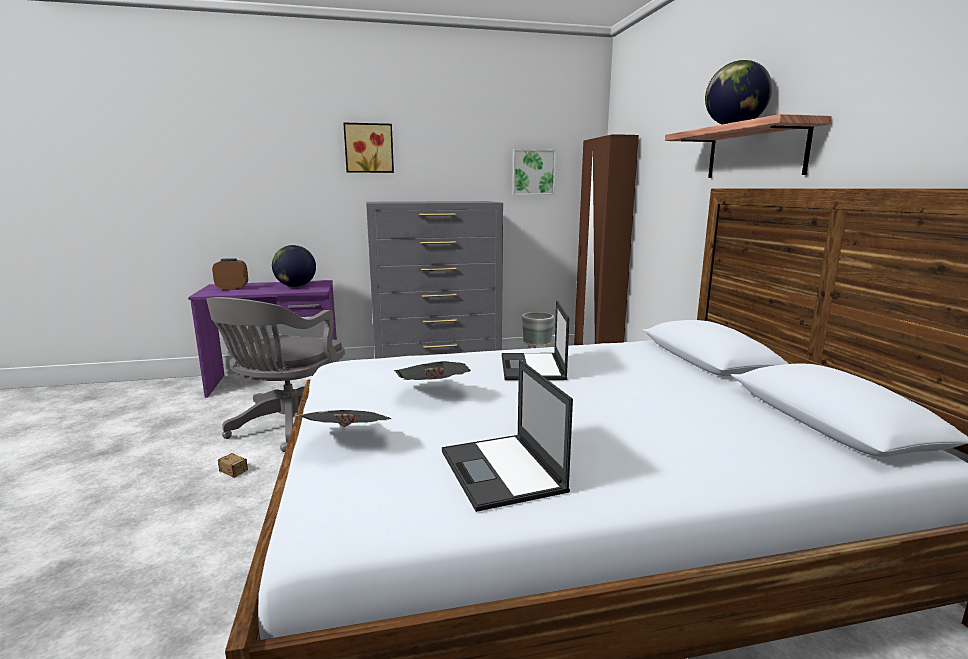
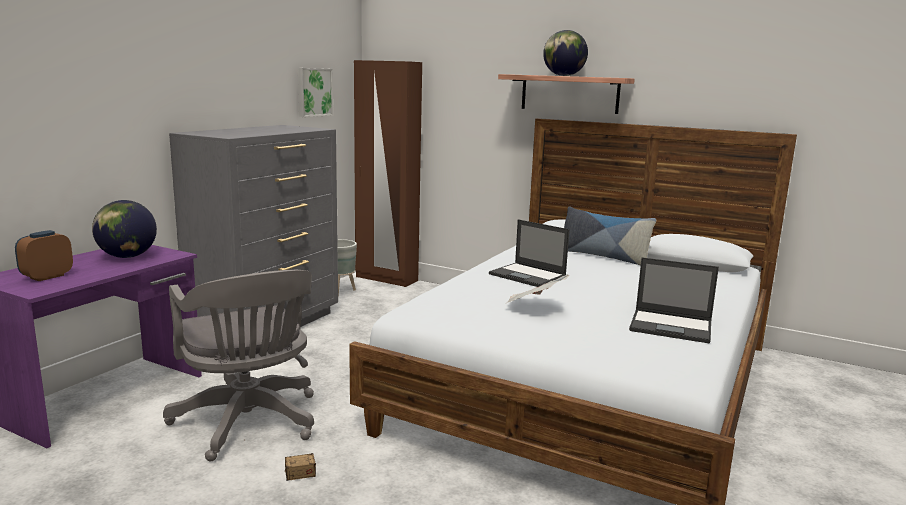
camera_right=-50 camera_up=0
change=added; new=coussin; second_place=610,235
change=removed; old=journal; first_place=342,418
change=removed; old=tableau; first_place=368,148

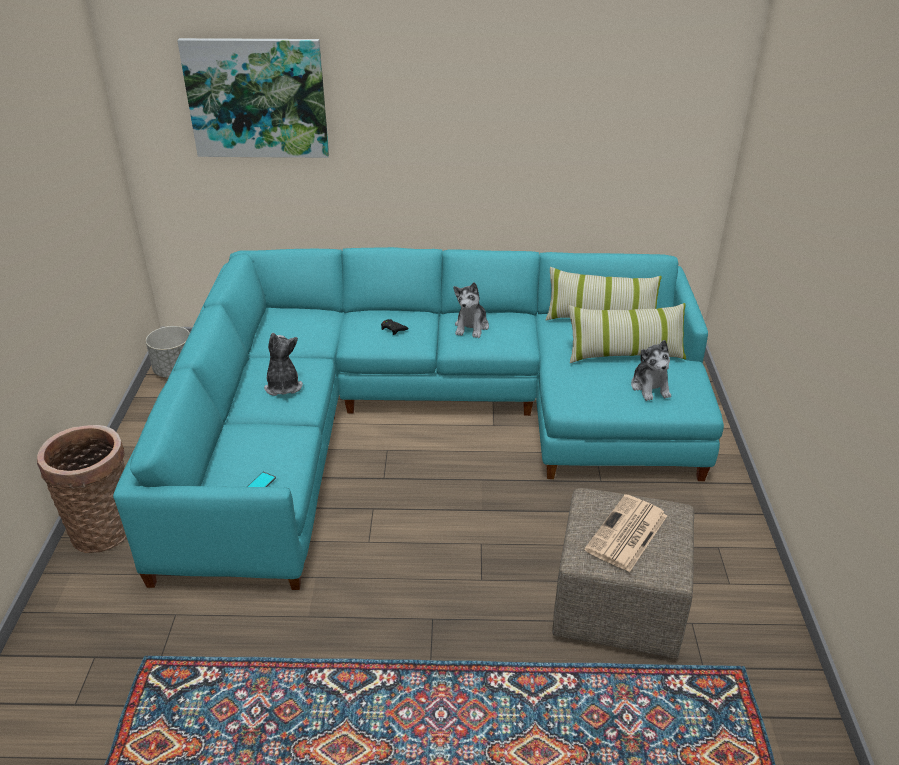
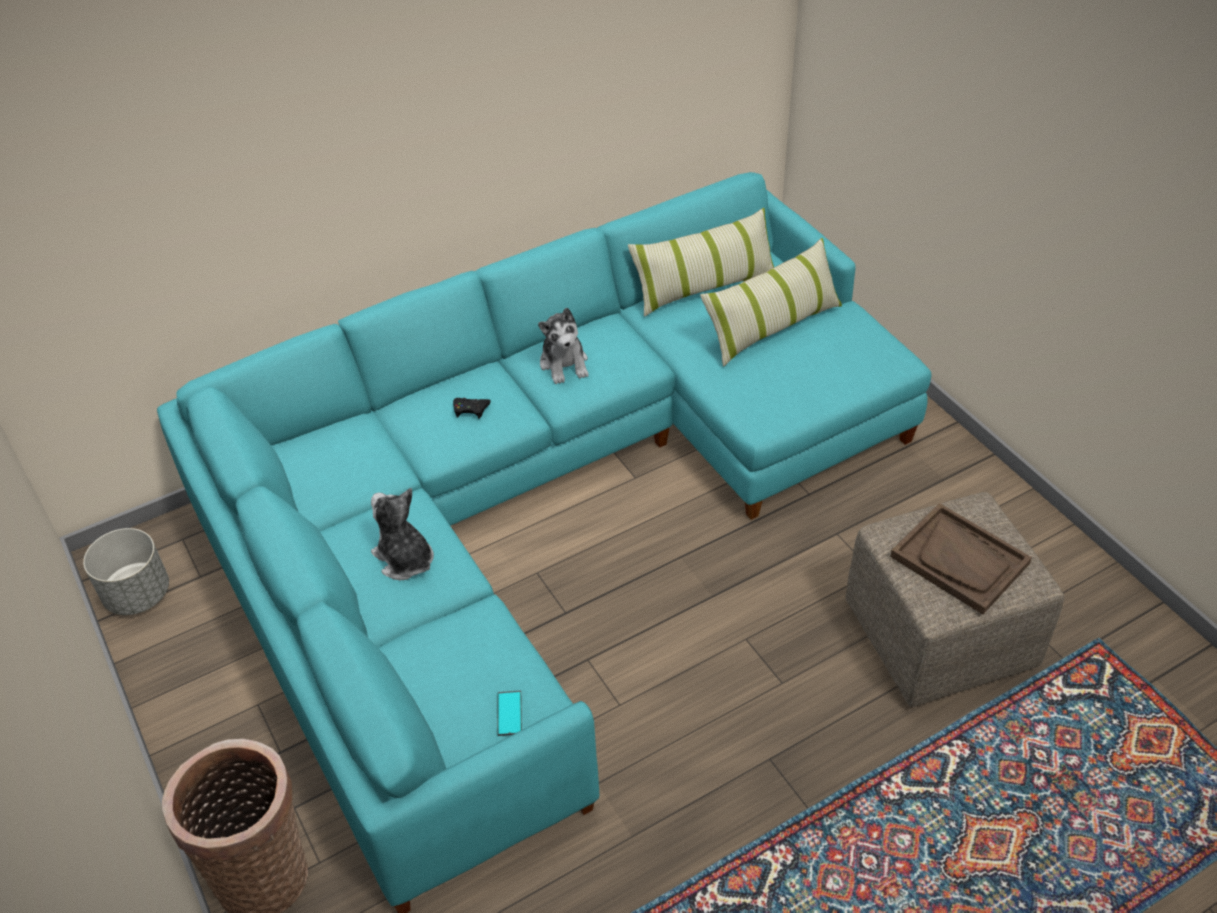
camera_right=-30 camera_up=10
change=replaced; old=journal; new=plateau (marron); first_place=625,533; second_place=961,559
change=removed; old=tableau; first_place=253,98
change=removed; old=peluche; first_place=651,370

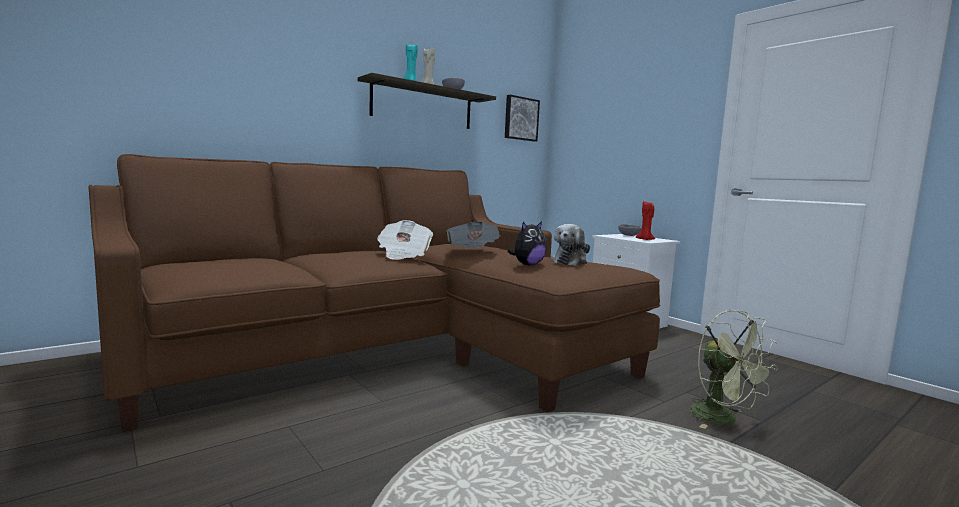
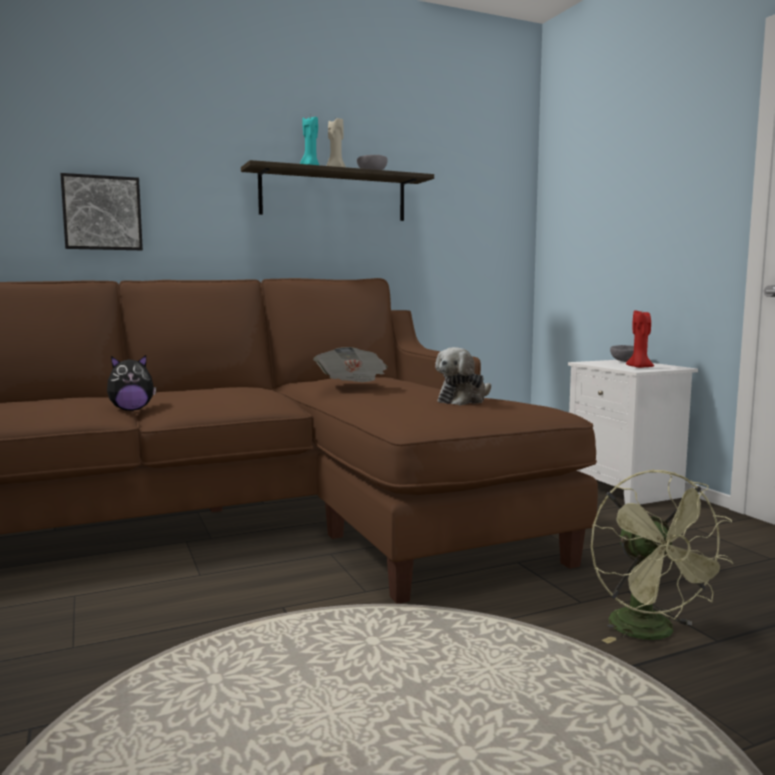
camera_right=15 camera_up=0
change=moved; old=tableau; first_place=522,118; second_place=101,211
change=moved; old=peluche; first_place=527,243; second_place=131,383
change=removed; old=journal; first_place=405,240

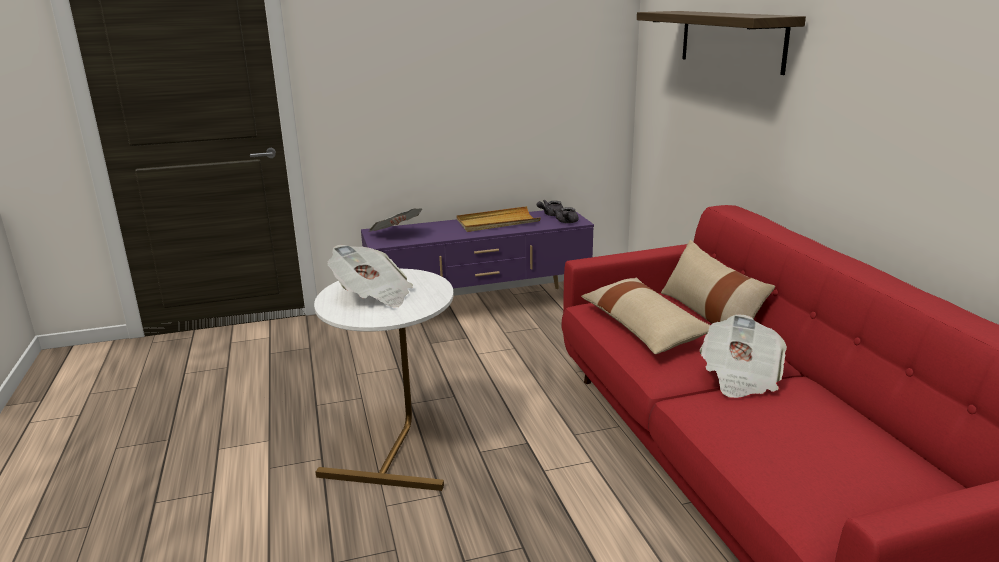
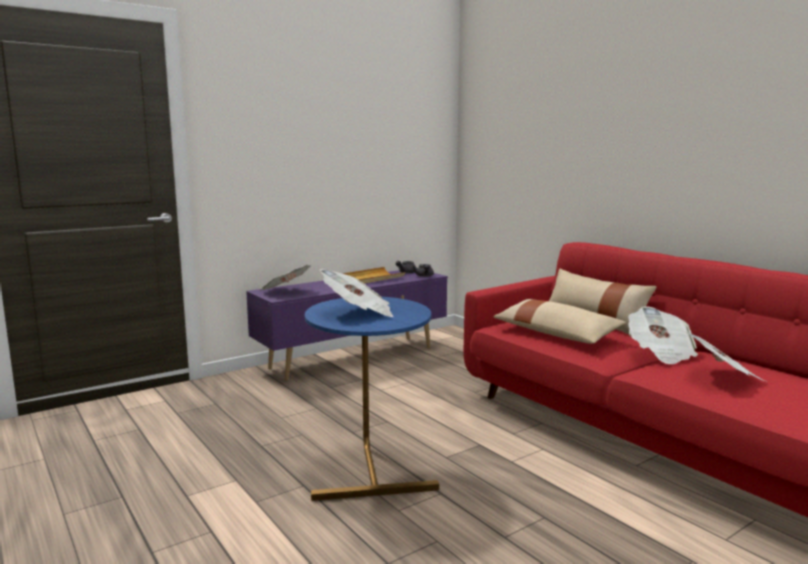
camera_right=-20 camera_up=-10
change=recoloured; old=table d'appoint (blanc); new=table d'appoint (bleu); first_place=384,380; second_place=372,399
change=added; new=journal; second_place=725,356
change=removed; old=étagère; first_place=721,43

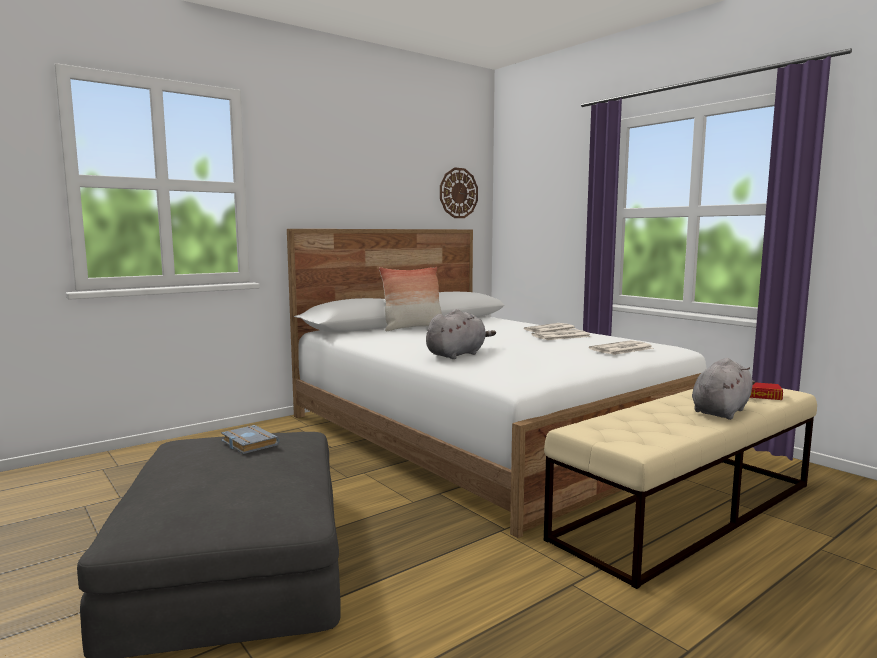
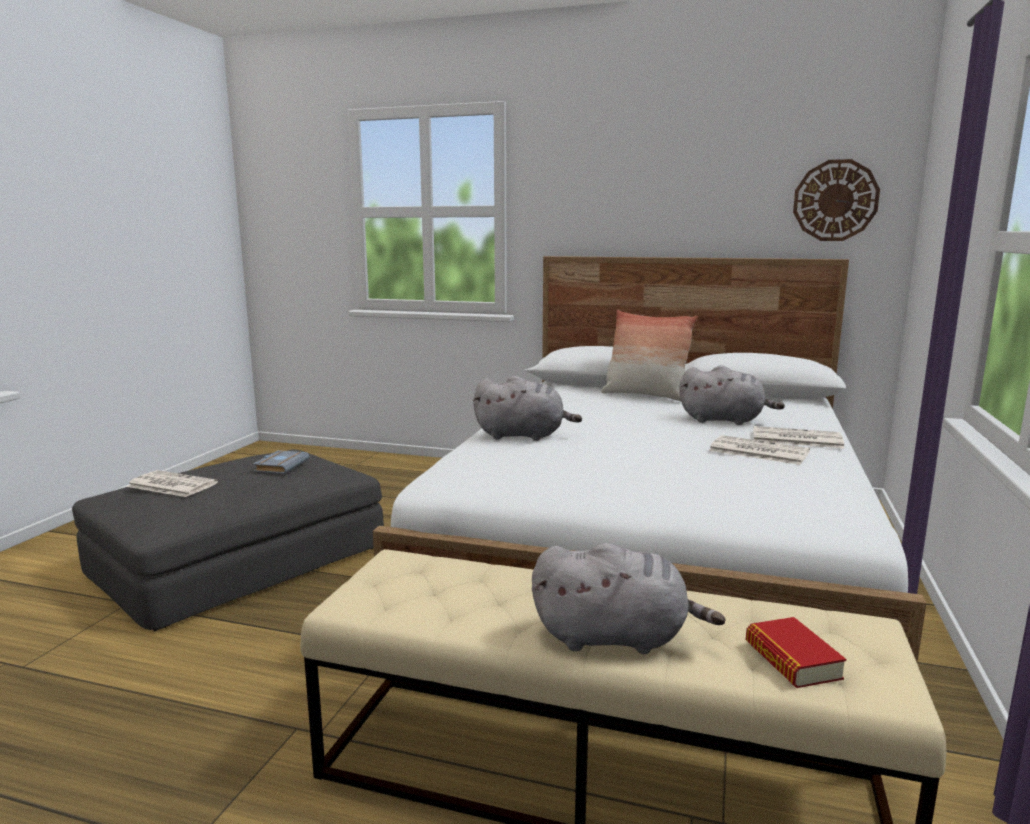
camera_right=55 camera_up=5
change=moved; old=journal; first_place=621,347; second_place=172,483
change=added; new=peluche (gris); second_place=732,395

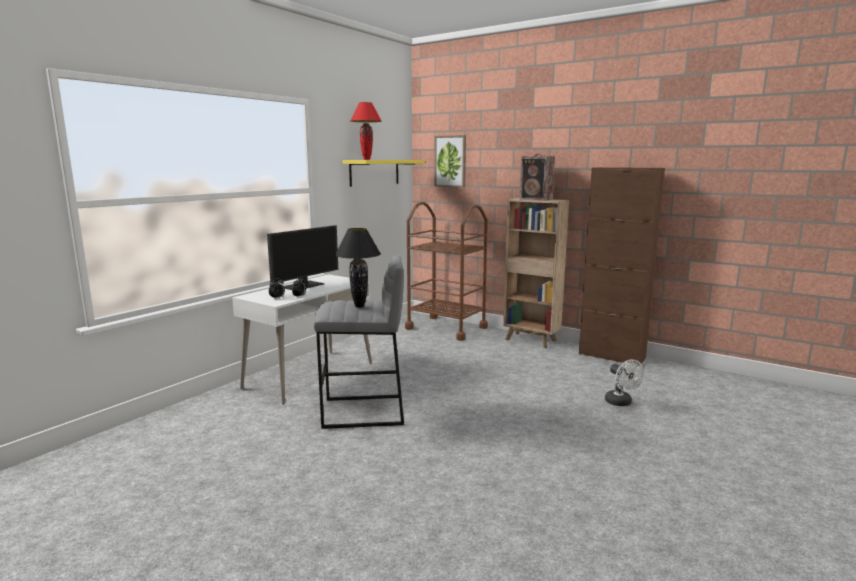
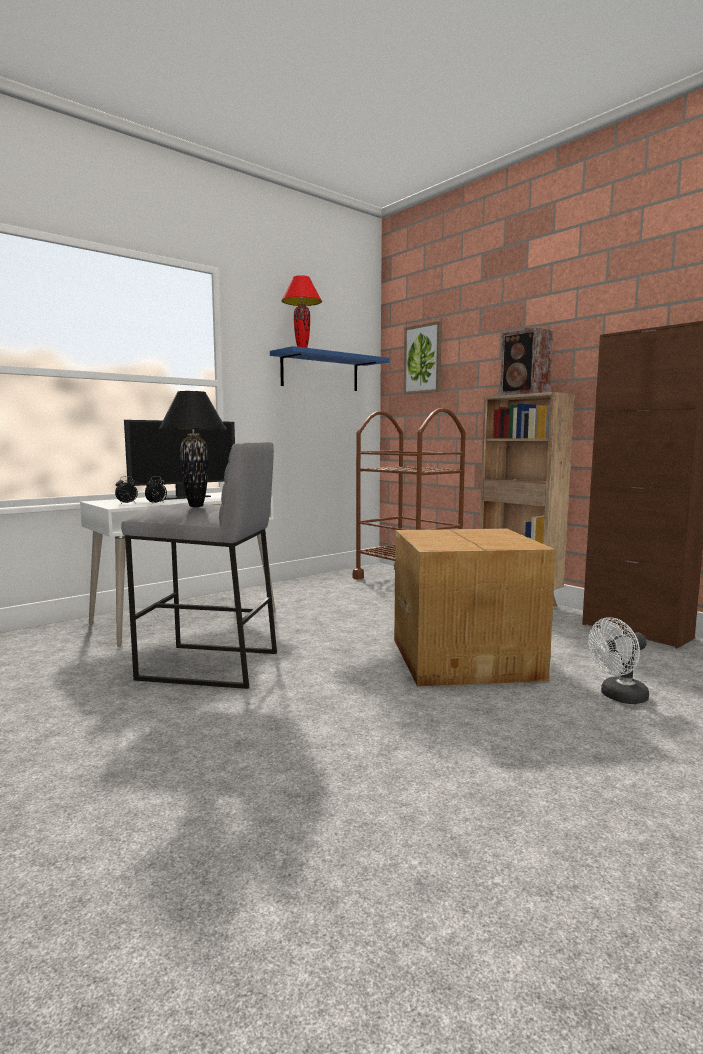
camera_right=15 camera_up=-5
change=recoloured; old=étagère (jaune); new=étagère (bleu); first_place=383,173; second_place=330,368
change=added; new=carton; second_place=475,607
change=turned; old=ventilateur (blanc); first_place=624,382; second_place=618,660; degrees=75

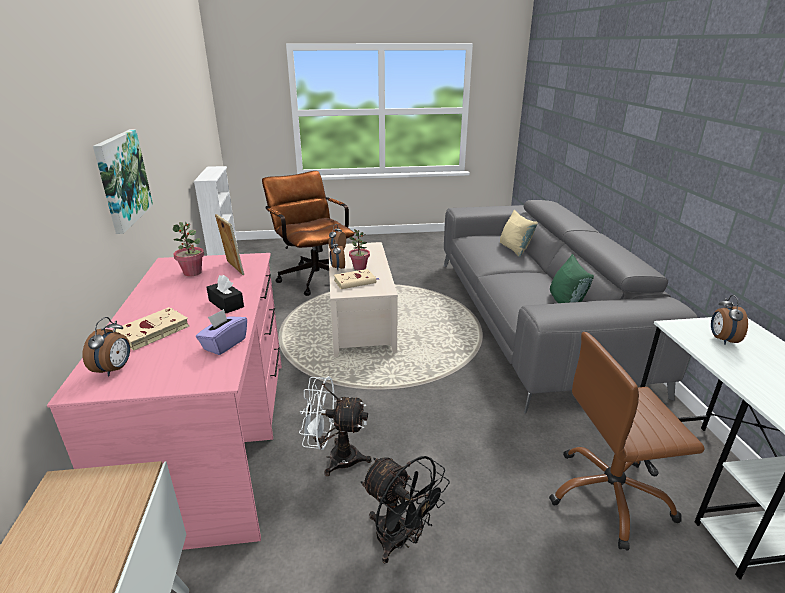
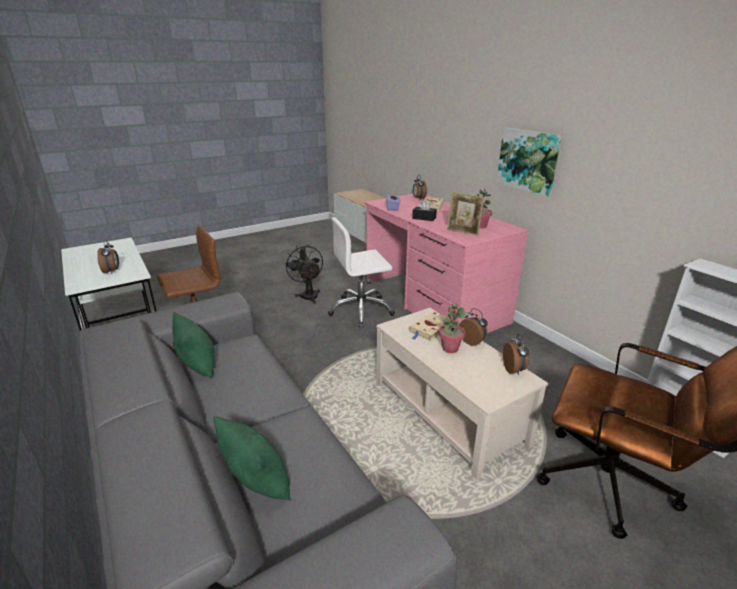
camera_right=155 camera_up=0
change=recoloured; old=coussin (beige); new=coussin (vert); first_place=519,233; second_place=252,458
change=turned; old=ventilateur (noir); first_place=405,509; second_place=303,274; degrees=45
change=replaced; old=ventilateur (blanc); new=chaise de bureau (blanc); first_place=335,426; second_place=361,272

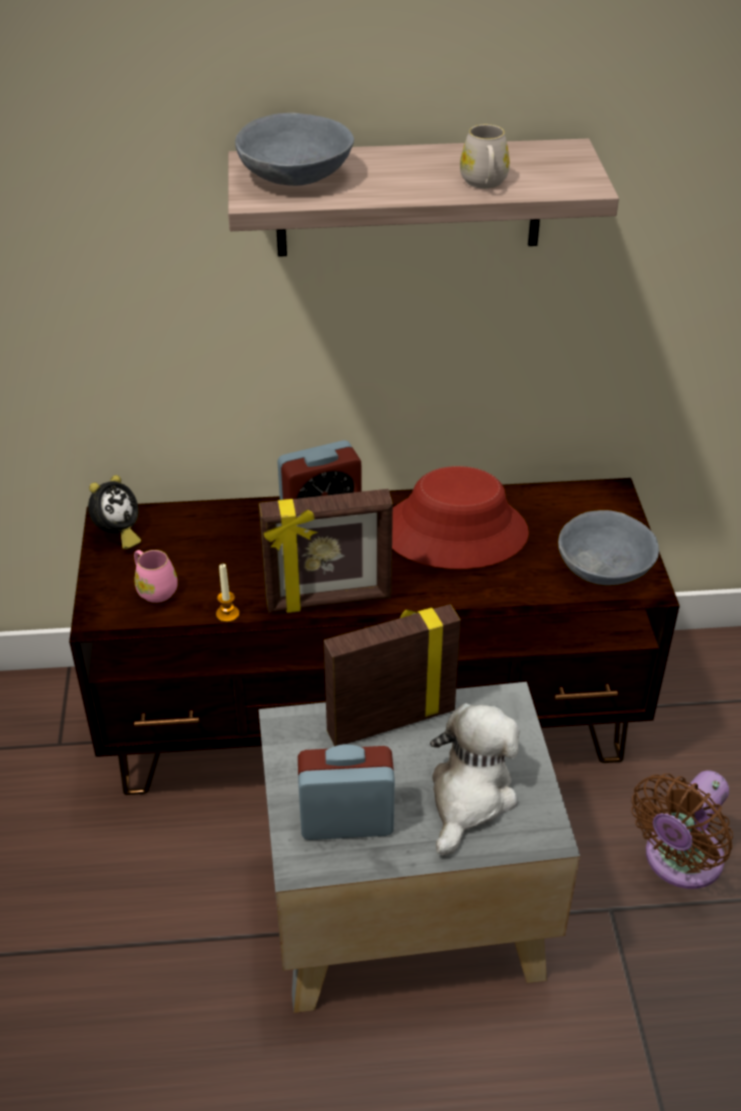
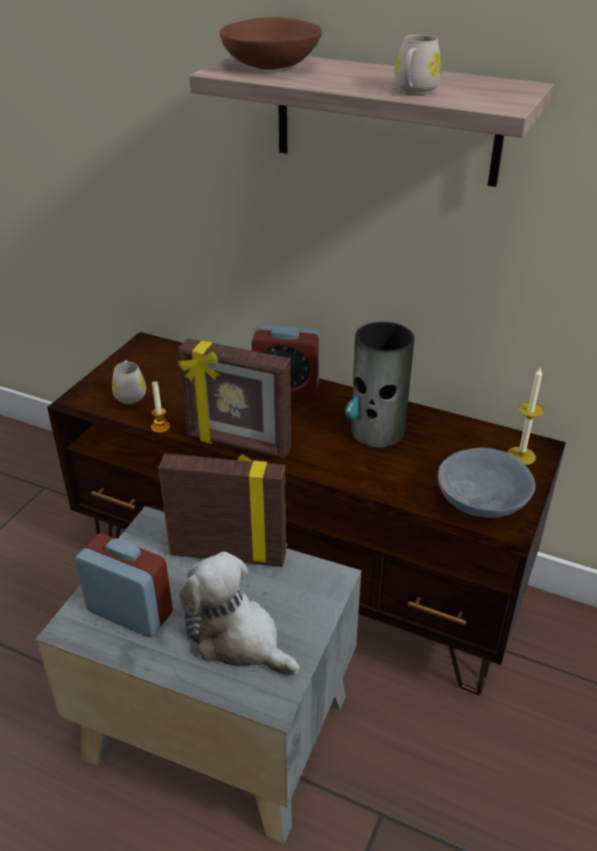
camera_right=30 camera_up=-5
change=recoloured; old=mug (rose); new=mug (blanc); first_place=156,576; second_place=129,382
change=turned; old=peluche; first_place=475,779; second_place=239,614; degrees=-105
change=recoloured; old=bol (gris); new=bol (marron); first_place=294,149; second_place=270,43
change=replaced; old=chapeau (rouge); new=vase; first_place=460,517; second_place=379,385
change=added; new=bougie; second_place=525,416
change=removed; old=réveil; first_place=114,512
change=removed; old=ventilateur (marron); first_place=682,829

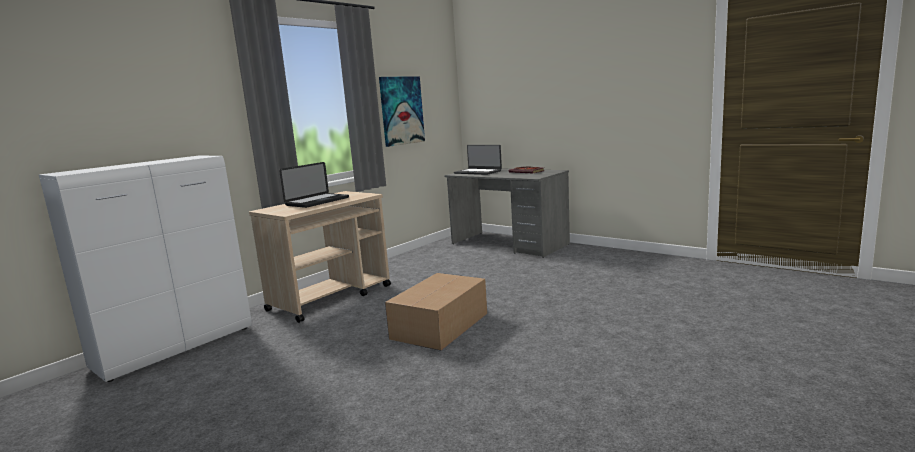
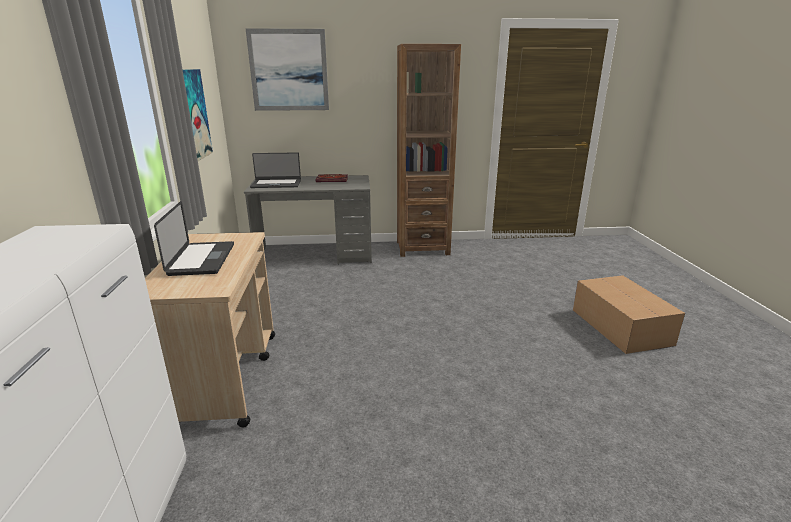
camera_right=-45 camera_up=10
change=added; new=tableau; second_place=287,69
change=added; new=bibliothèque (marron); second_place=429,150
change=moved; old=carton; first_place=436,311; second_place=629,314

